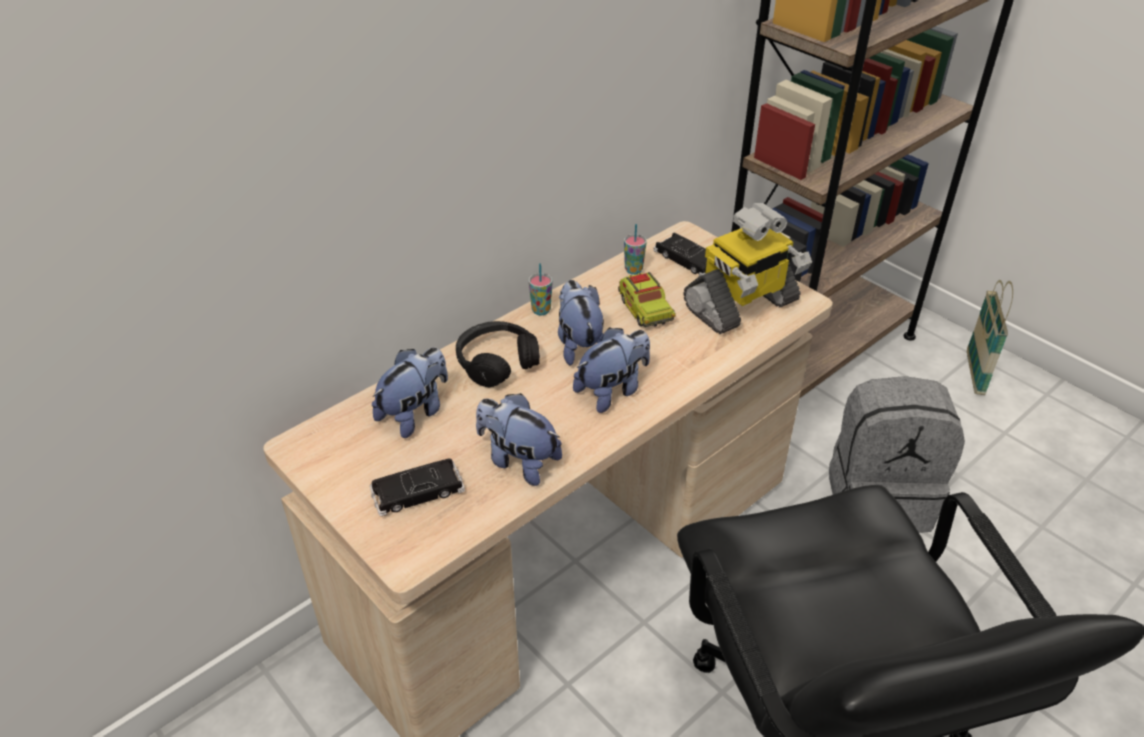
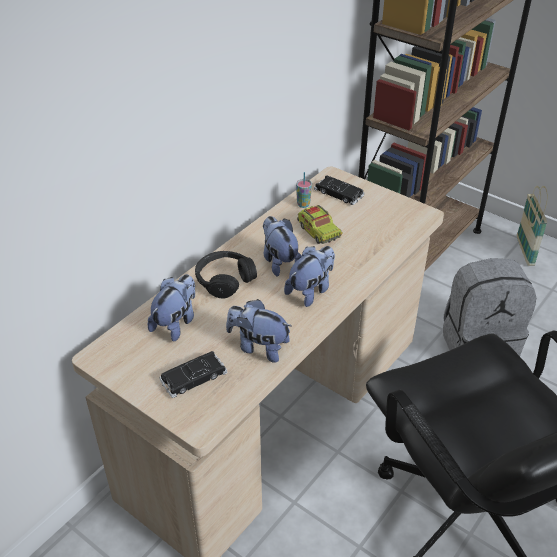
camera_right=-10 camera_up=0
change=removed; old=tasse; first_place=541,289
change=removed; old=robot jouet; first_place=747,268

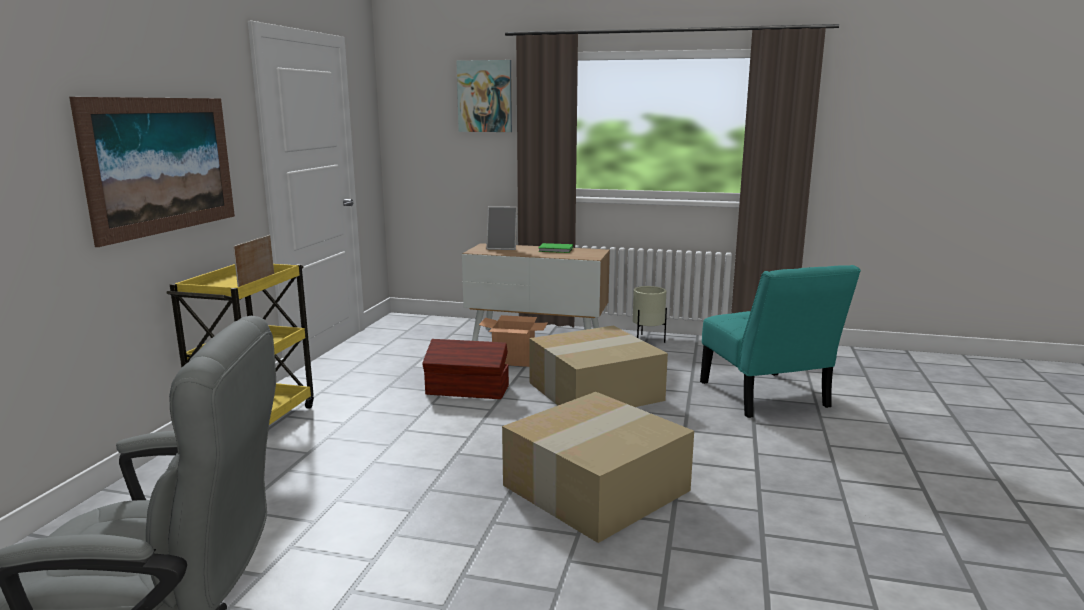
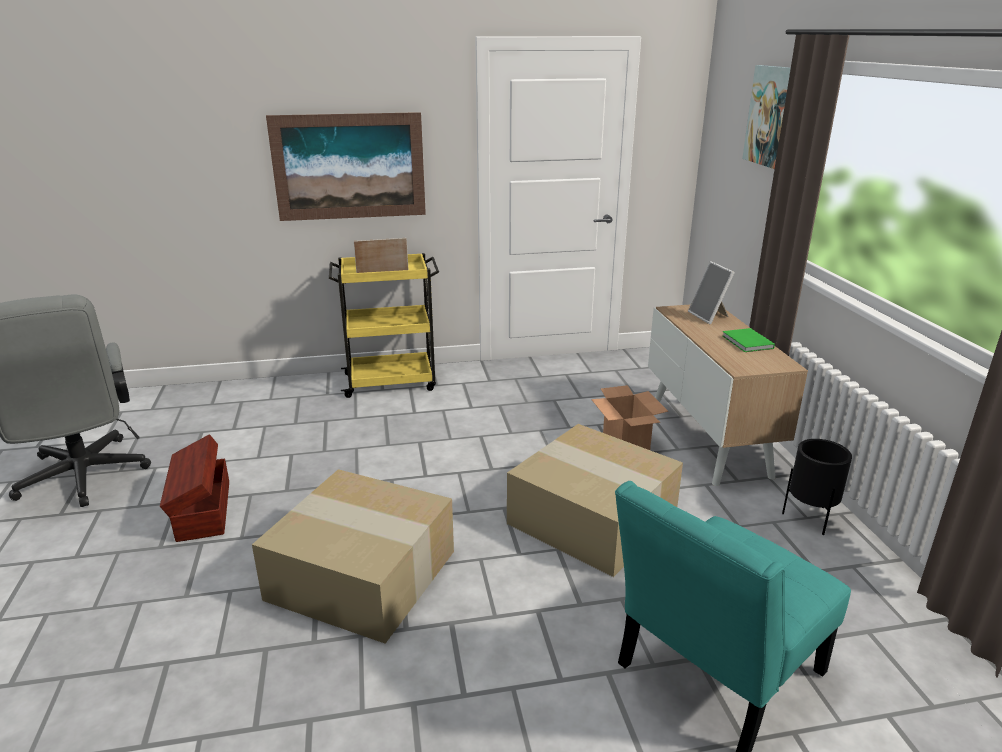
camera_right=65 camera_up=10
change=moved; old=boîte de rangement (marron); first_place=465,369; second_place=194,488
change=recoloured; old=cache-pot (beige); new=cache-pot (noir); first_place=650,314; second_place=817,487

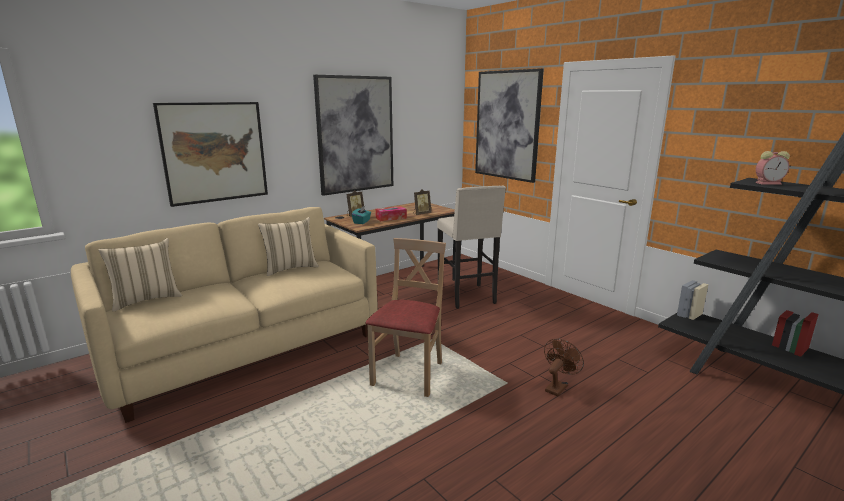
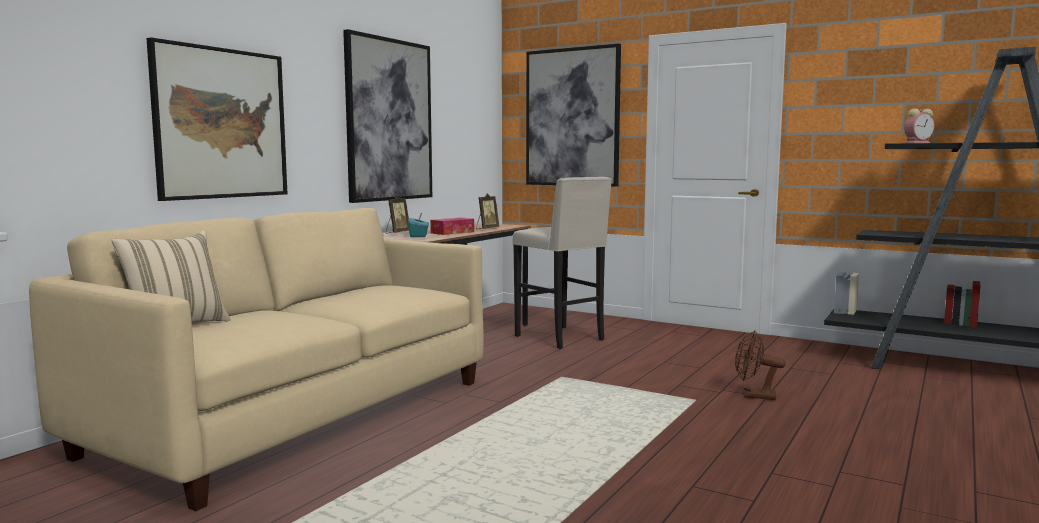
camera_right=-20 camera_up=-10
change=turned; old=ventilateur (marron); first_place=564,367; second_place=760,365; degrees=-90
change=removed; old=coussin (beige); first_place=288,246
change=removed; old=chaise (beige); first_place=405,317

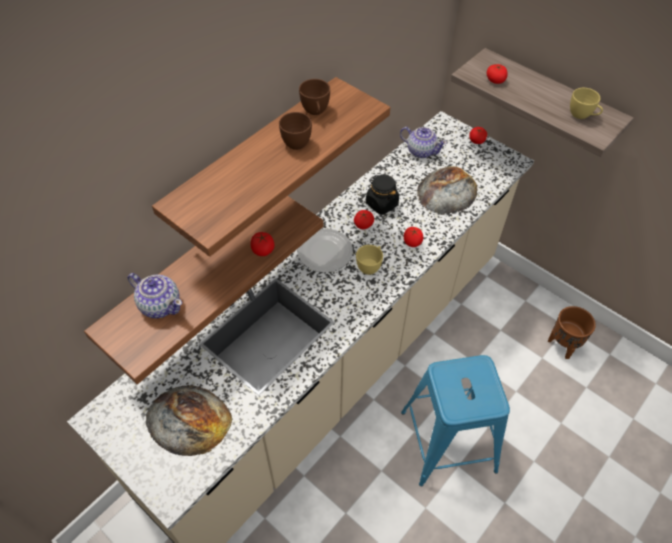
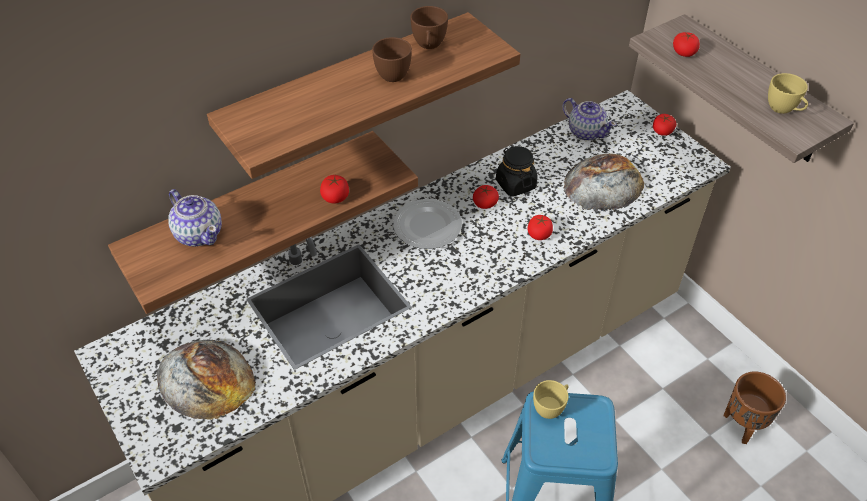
camera_right=15 camera_up=-5
change=moved; old=tasse (jaune); first_place=369,260; second_place=551,399

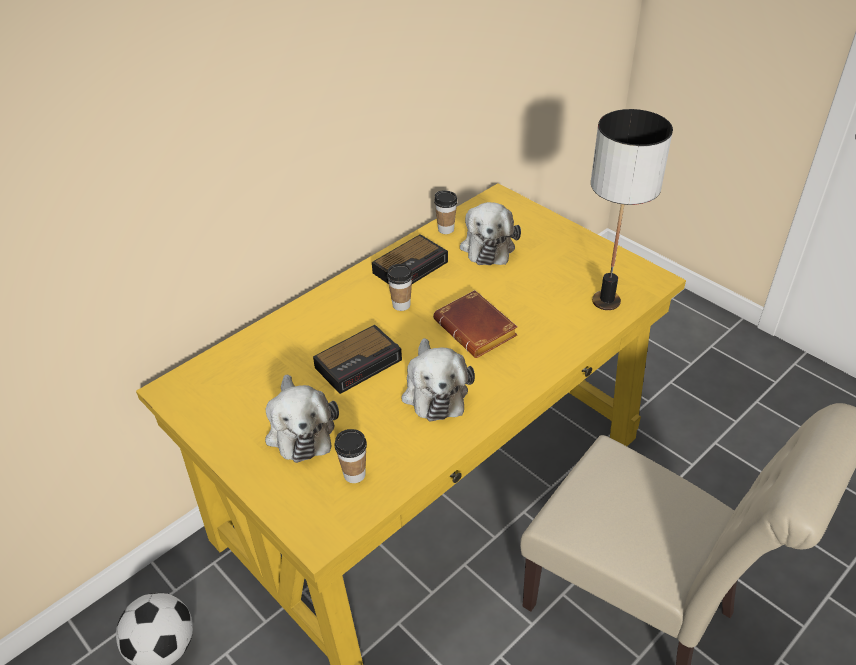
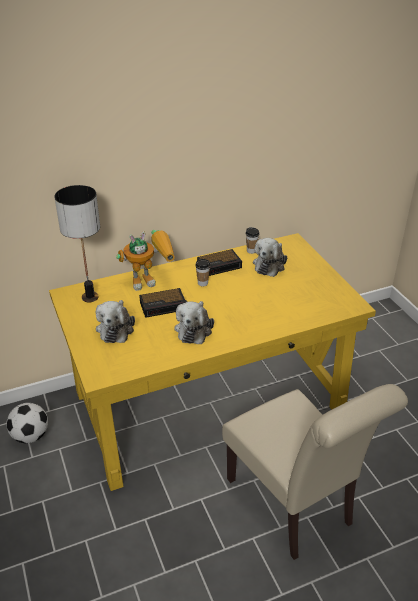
camera_right=20 camera_up=-5
change=moved; old=lampe de table; first_place=632,209; second_place=77,243
change=added; new=robot jouet; second_place=145,260
change=removed; old=tasse; first_place=351,456
change=removed; old=livre (marron); first_place=475,324

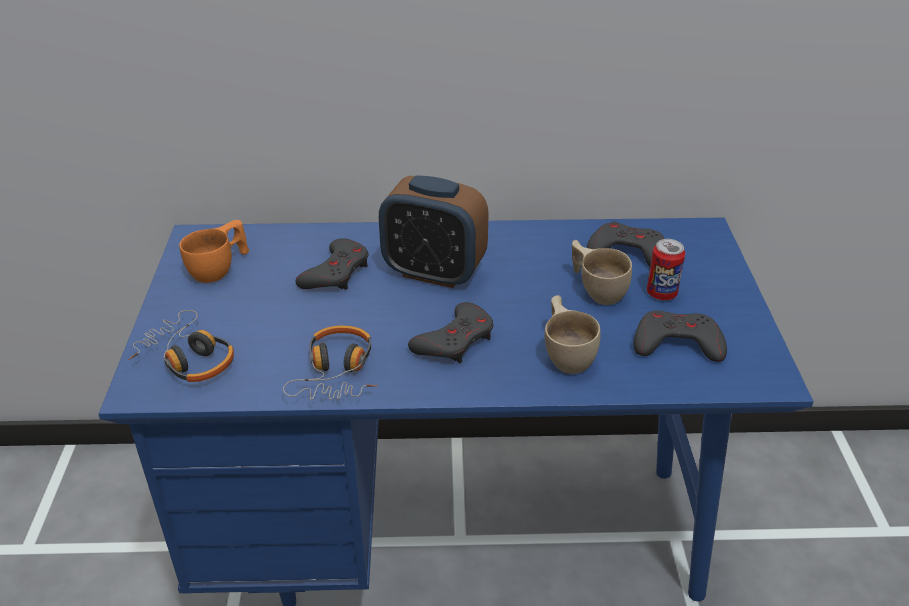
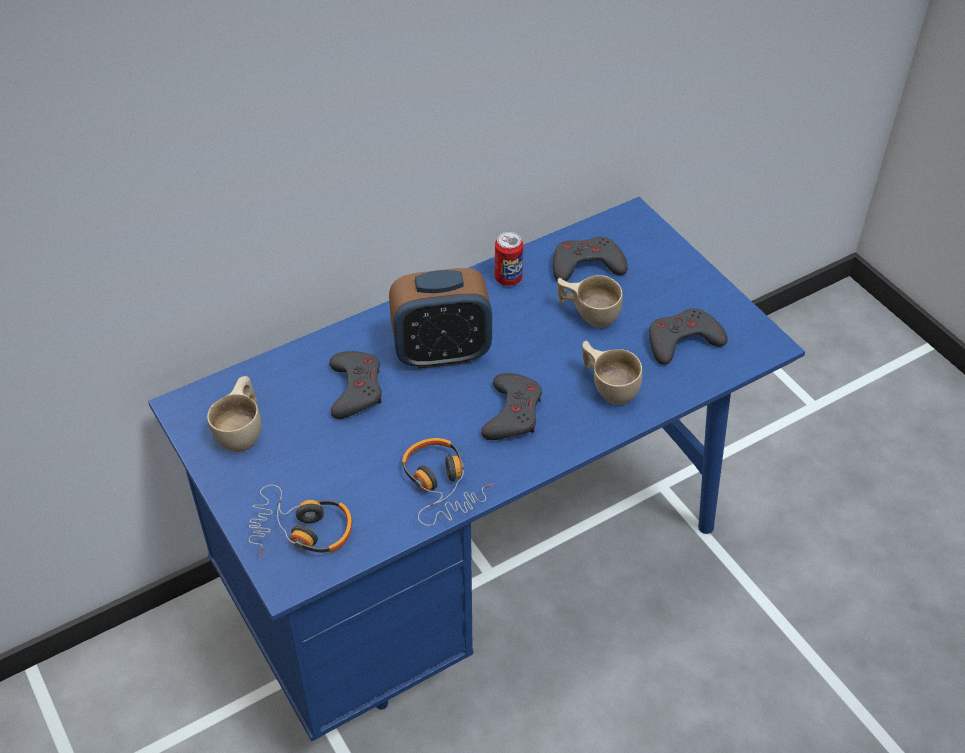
camera_right=-30 camera_up=10
change=recoloured; old=tasse (orange); new=tasse (beige); first_place=214,251; second_place=234,414
change=moved; old=boîte métallique; first_place=666,269; second_place=509,259

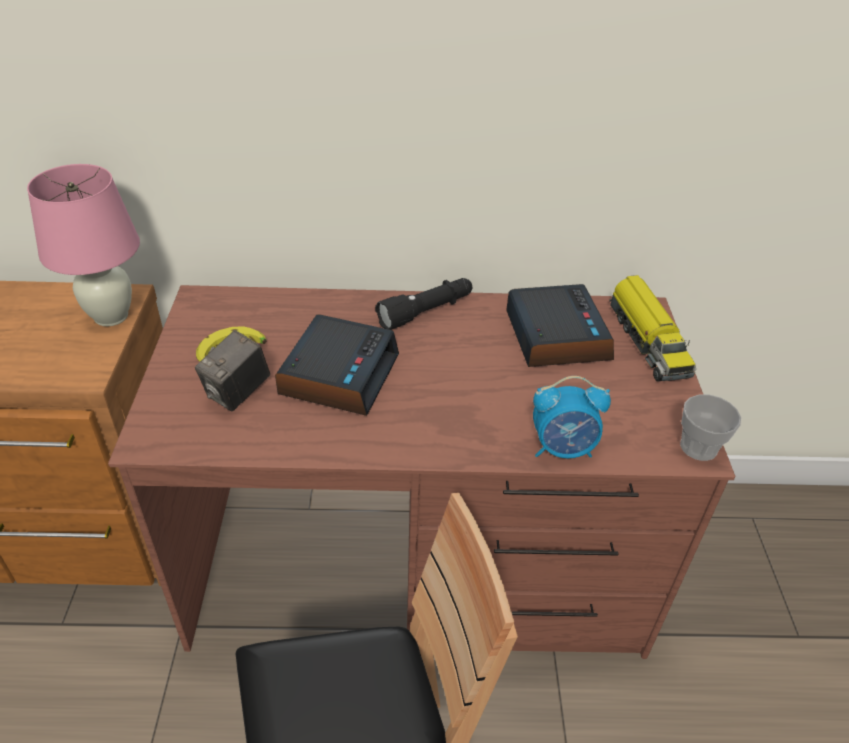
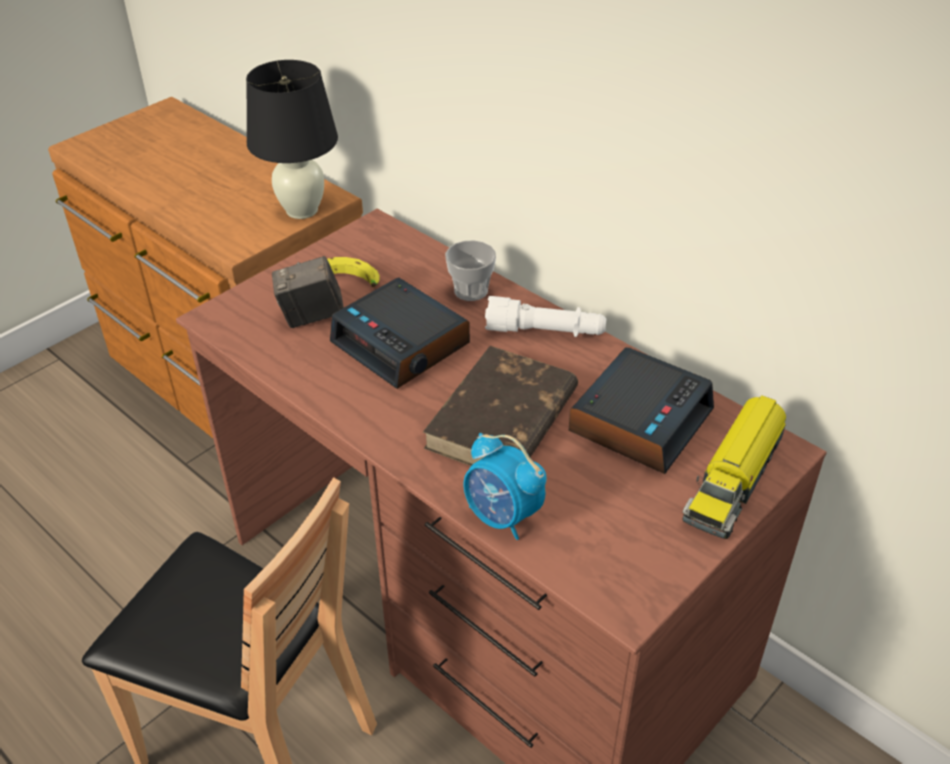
camera_right=45 camera_up=0
change=recoloured; old=lampe de table (rose); new=lampe de table (noir); first_place=83,245; second_place=292,139
change=turned; old=réveil; first_place=337,365; second_place=400,333; degrees=75
change=added; new=livre (marron); second_place=500,406
change=moved; old=tasse; first_place=710,427; second_place=470,270
change=recoloured; old=lampe de poche (noir); new=lampe de poche (blanc); first_place=423,304; second_place=546,316

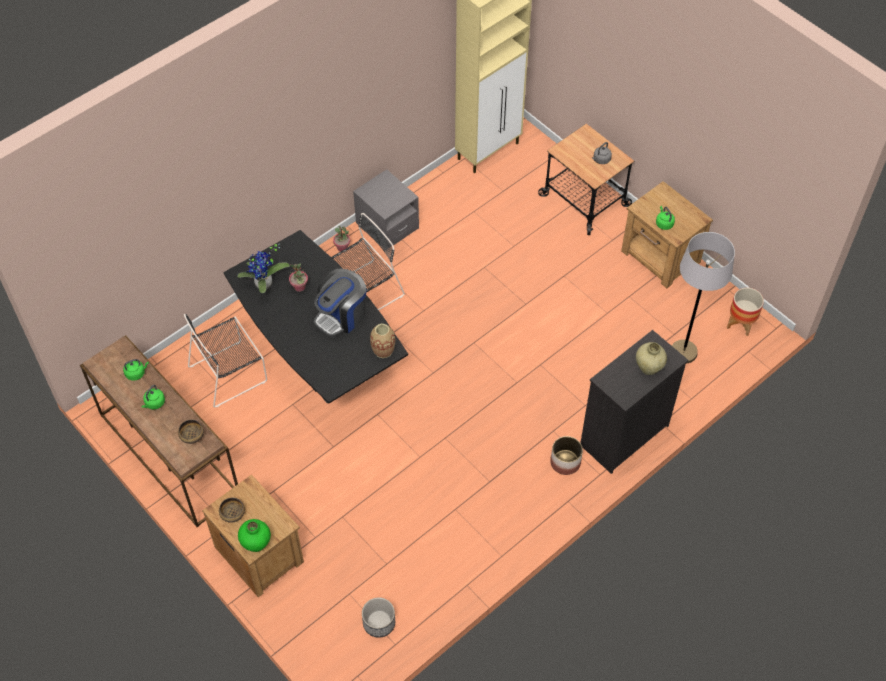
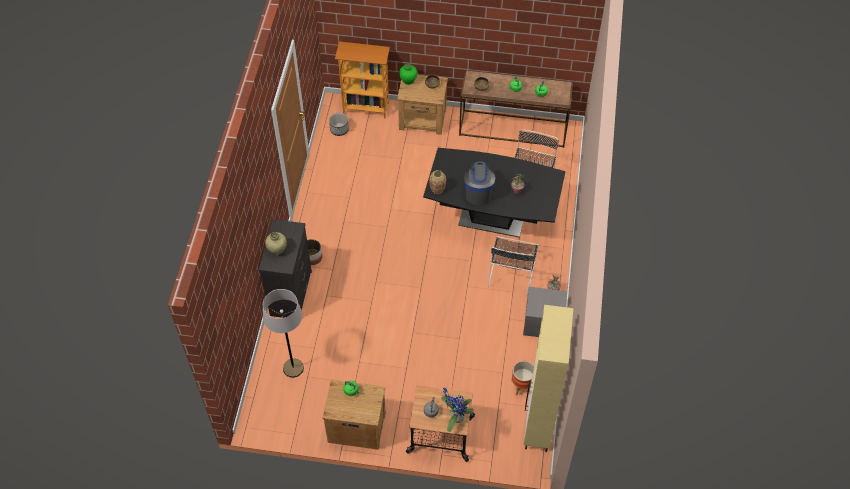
camera_right=140 camera_up=0
change=added; new=bibliothèque; second_place=362,79
change=moved; old=plante en pot; first_place=263,268; second_place=457,409
change=moved; old=cache-pot; first_place=745,312; second_place=523,378

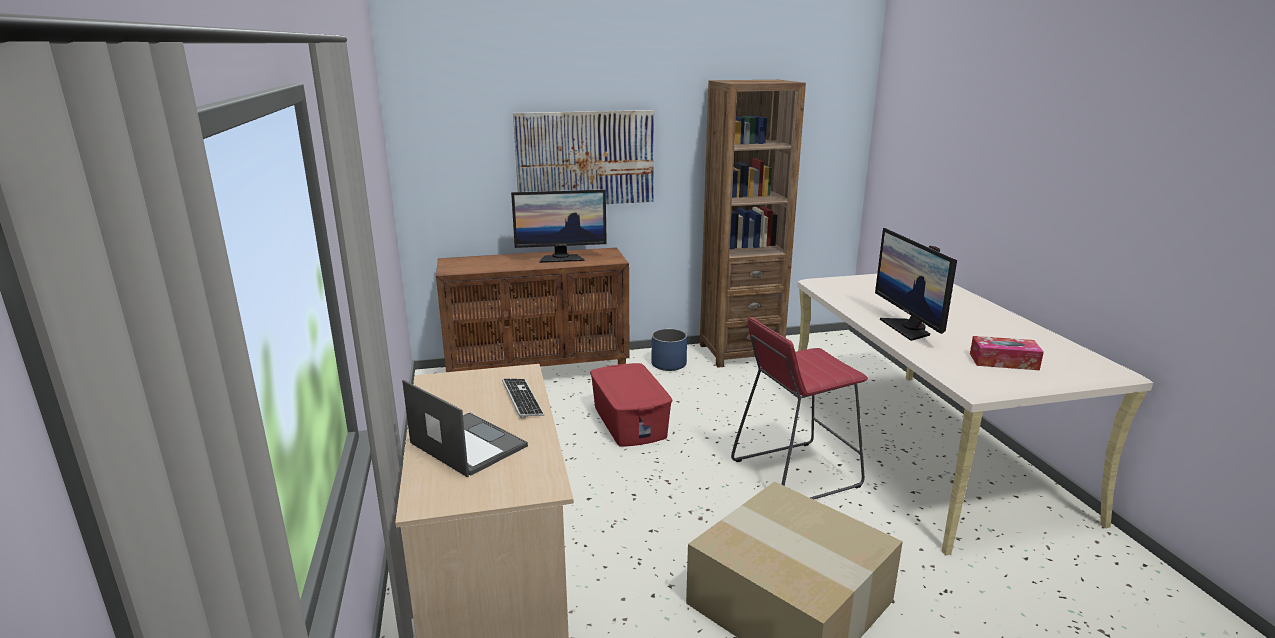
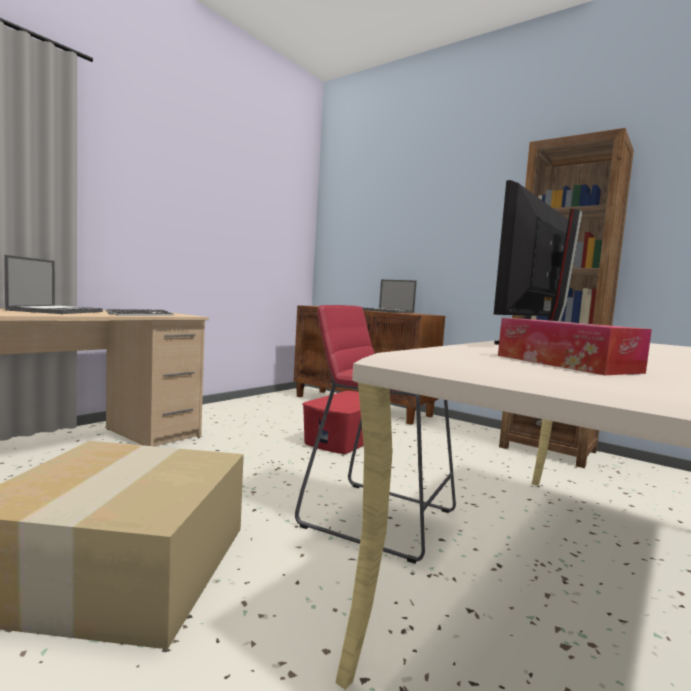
camera_right=50 camera_up=-15
change=replaced; old=écran d'ordinateur; new=ordinateur portable; first_place=559,226; second_place=390,296
change=removed; old=tableau; first_place=583,157
change=removed; old=cache-pot (bleu); first_place=669,350

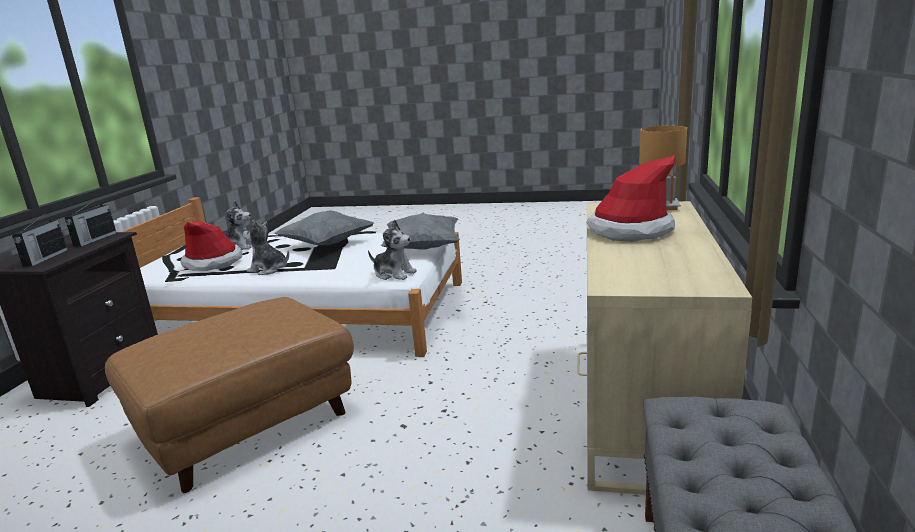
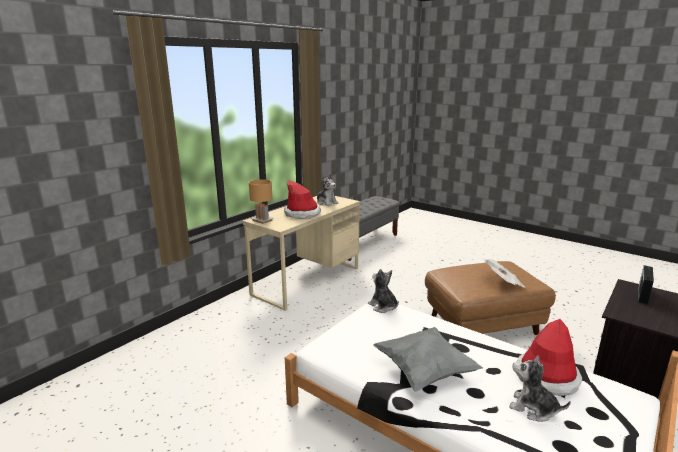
camera_right=-155 camera_up=0
change=moved; old=peluche; first_place=266,247; second_place=327,190
change=added; new=journal; second_place=505,273
change=removed; old=radio; first_place=91,222
change=removed; old=coussin (gris); first_place=420,231

